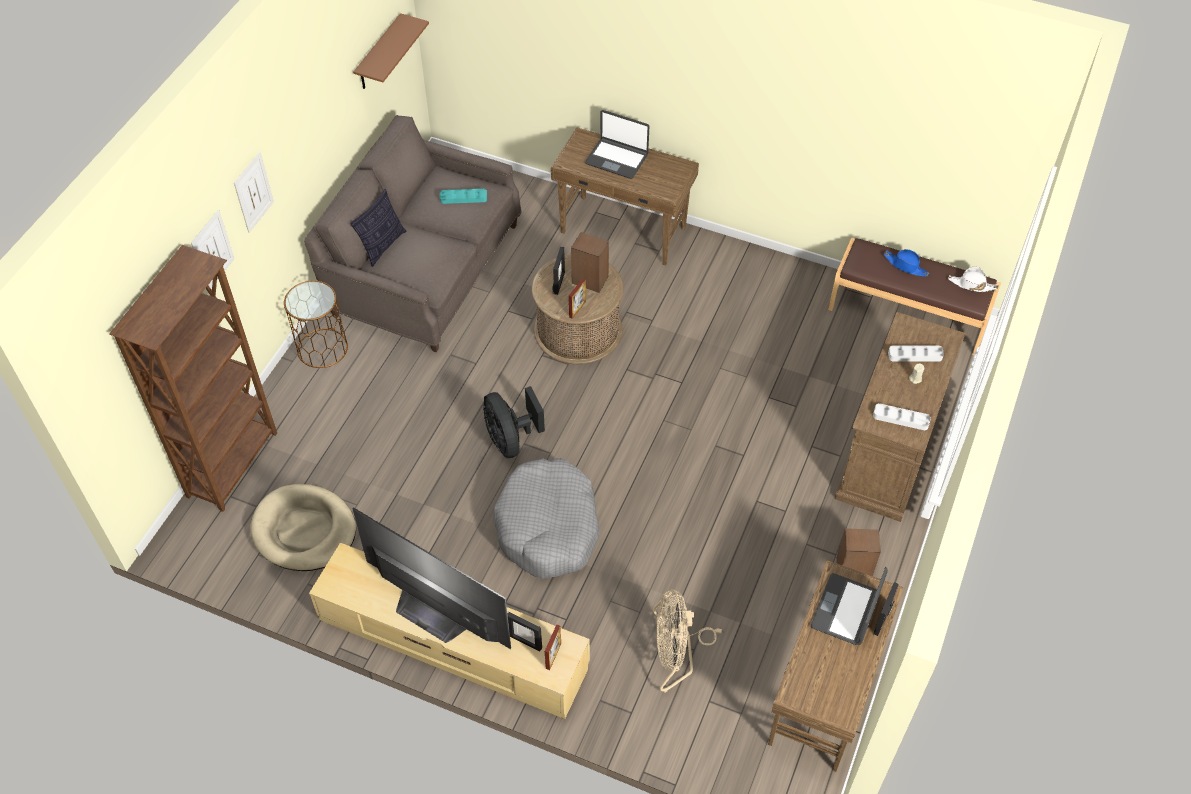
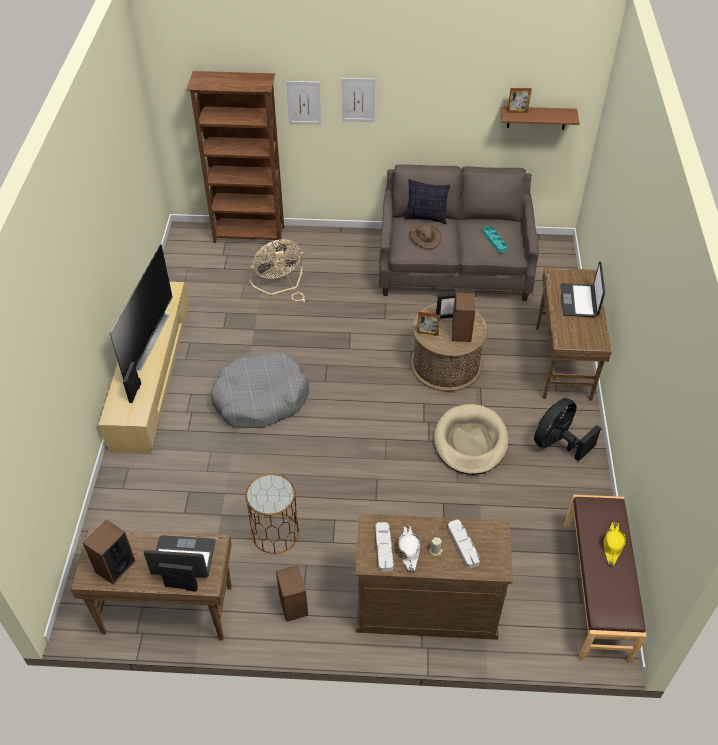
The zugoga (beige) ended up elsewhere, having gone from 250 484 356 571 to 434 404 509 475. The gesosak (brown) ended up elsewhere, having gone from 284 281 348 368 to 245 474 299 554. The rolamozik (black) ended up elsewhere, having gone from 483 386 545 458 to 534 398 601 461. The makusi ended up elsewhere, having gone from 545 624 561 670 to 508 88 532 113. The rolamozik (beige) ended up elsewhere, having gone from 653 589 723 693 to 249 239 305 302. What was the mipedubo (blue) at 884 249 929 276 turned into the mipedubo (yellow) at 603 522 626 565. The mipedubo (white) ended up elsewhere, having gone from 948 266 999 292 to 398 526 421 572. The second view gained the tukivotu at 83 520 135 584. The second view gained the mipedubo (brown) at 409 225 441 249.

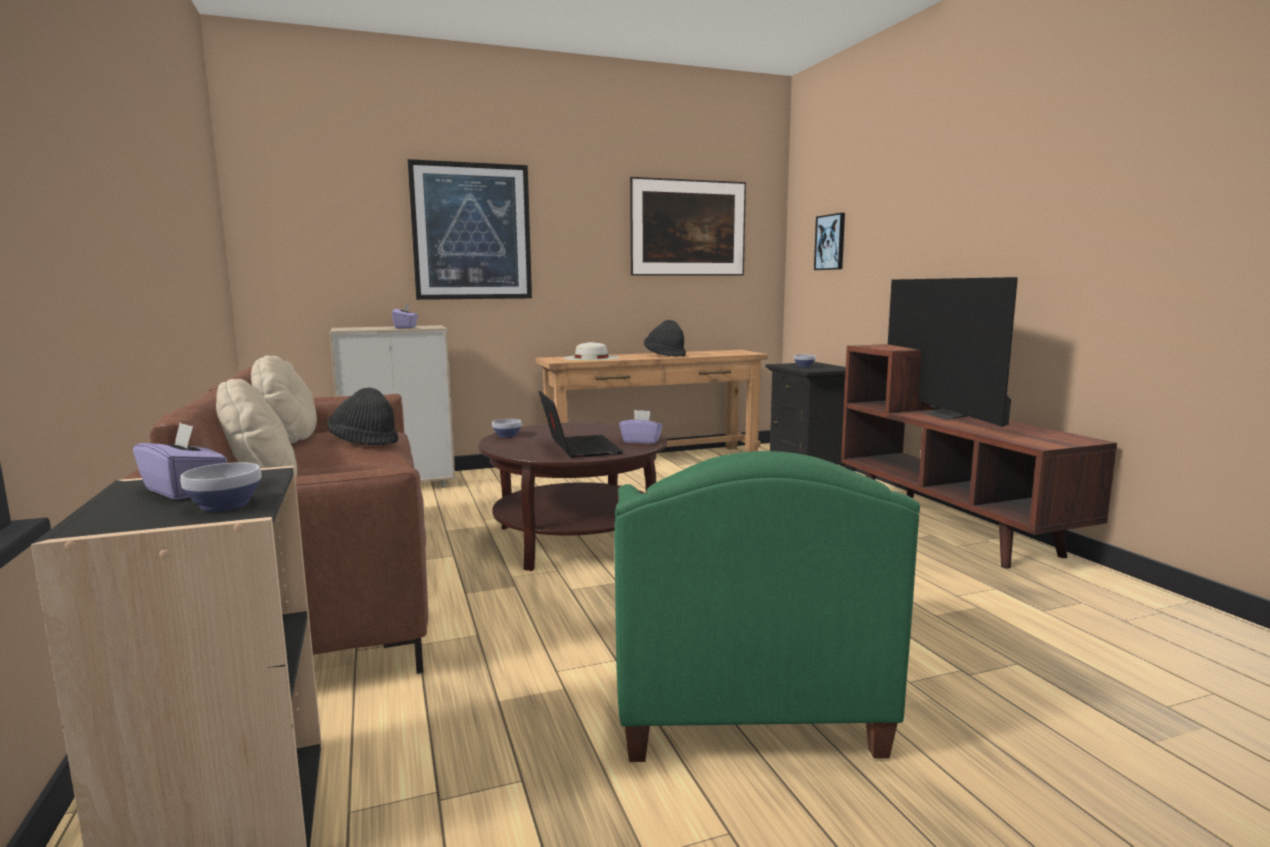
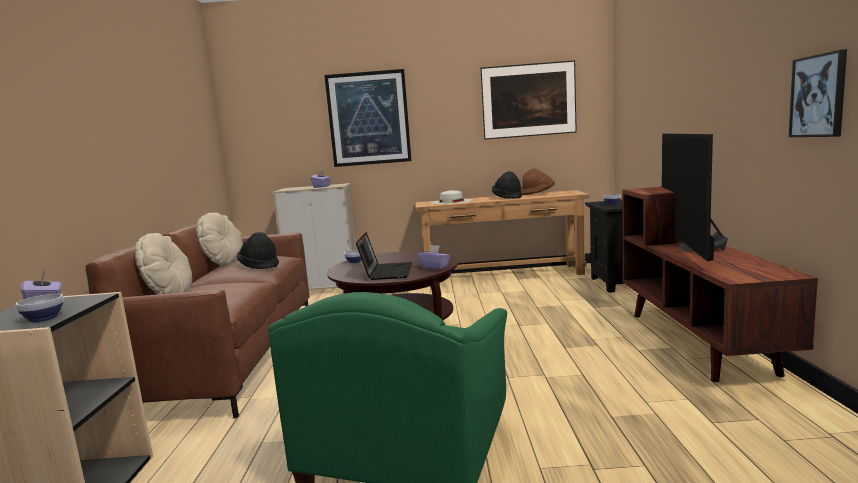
The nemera ended up elsewhere, having gone from 814 213 845 270 to 789 49 847 137. The second view gained the mipedubo (brown) at 522 168 555 195.

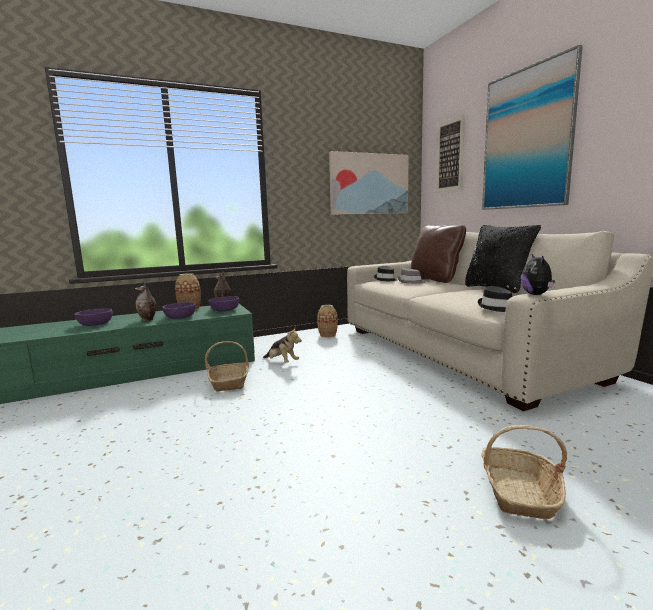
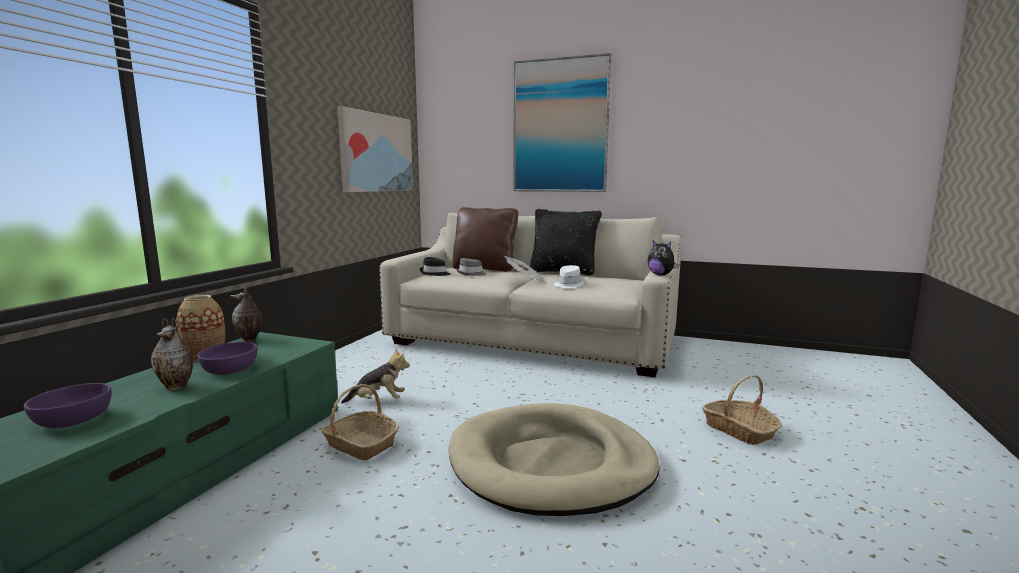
The second view lost the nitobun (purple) at 209 296 239 312. The second view lost the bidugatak at 317 305 338 338. The second view lost the nemera at 435 114 465 193. The second view lost the mipedubo (black) at 478 286 512 312. The second view gained the zugoga (beige) at 449 403 660 516. The second view gained the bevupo at 504 256 546 283. The second view gained the mipedubo (white) at 554 265 585 288.

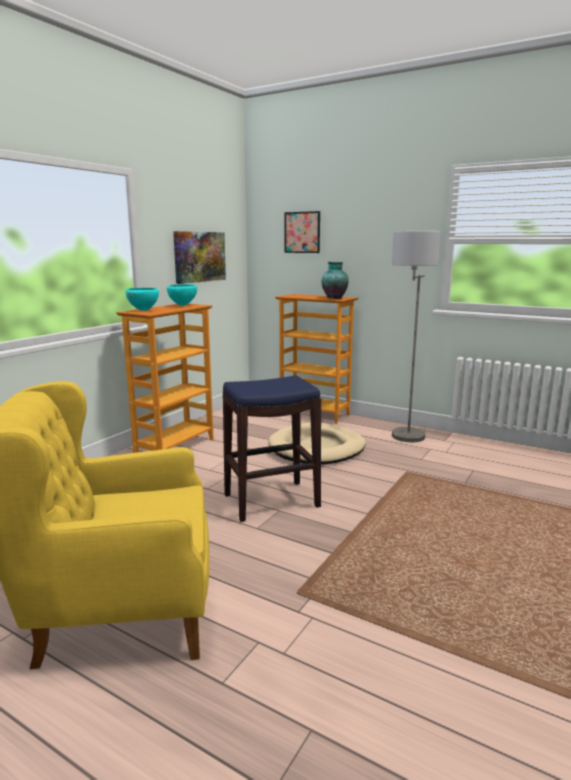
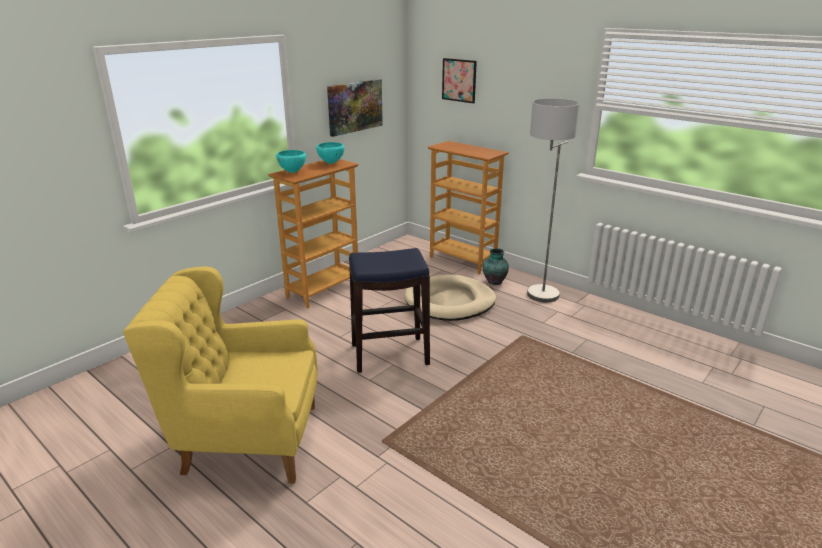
The bidugatak ended up elsewhere, having gone from 322 262 349 299 to 483 248 509 285.

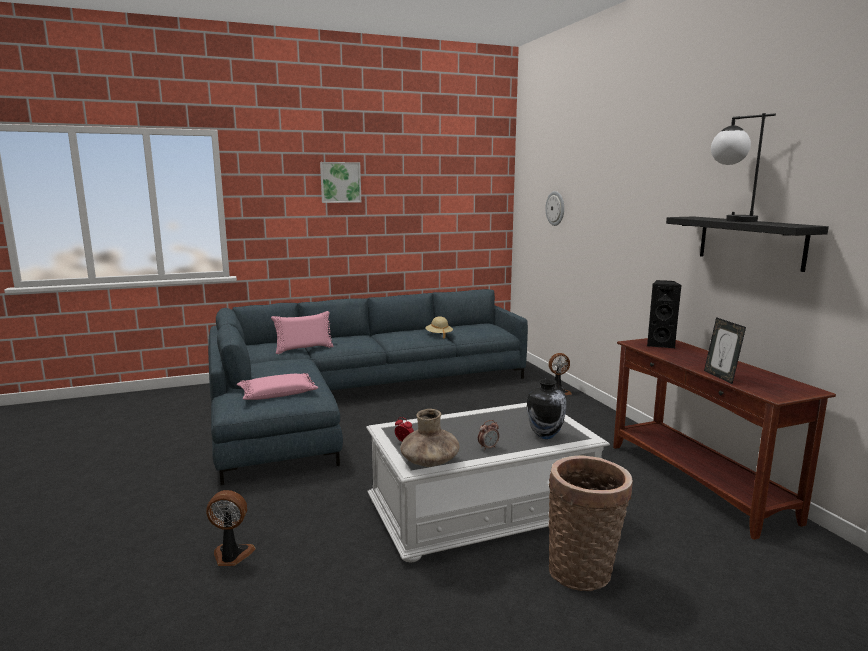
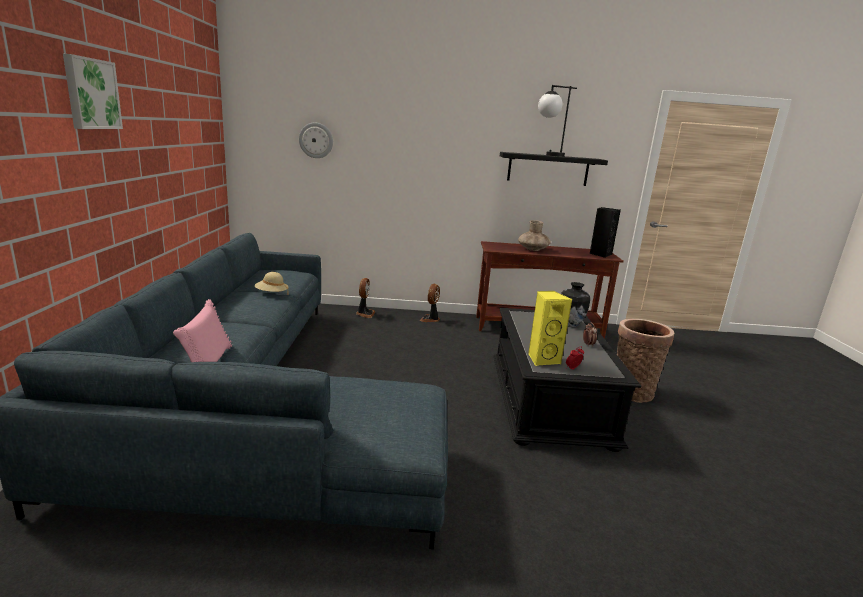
The rolamozik ended up elsewhere, having gone from 206 490 256 566 to 419 284 440 322. The second view lost the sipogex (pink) at 237 373 318 400. What was the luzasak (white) at 366 403 610 563 turned into the luzasak (black) at 493 308 642 452. The bidugatak (brown) ended up elsewhere, having gone from 400 409 459 467 to 518 220 551 251. The tukivotu (black) ended up elsewhere, having gone from 647 280 682 349 to 590 207 621 258. The second view lost the makusi at 704 317 746 384. The second view gained the tukivotu (yellow) at 528 291 572 366.

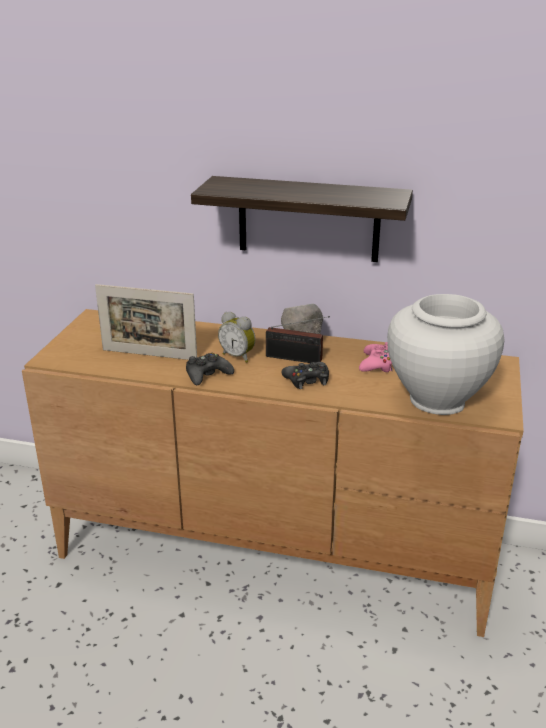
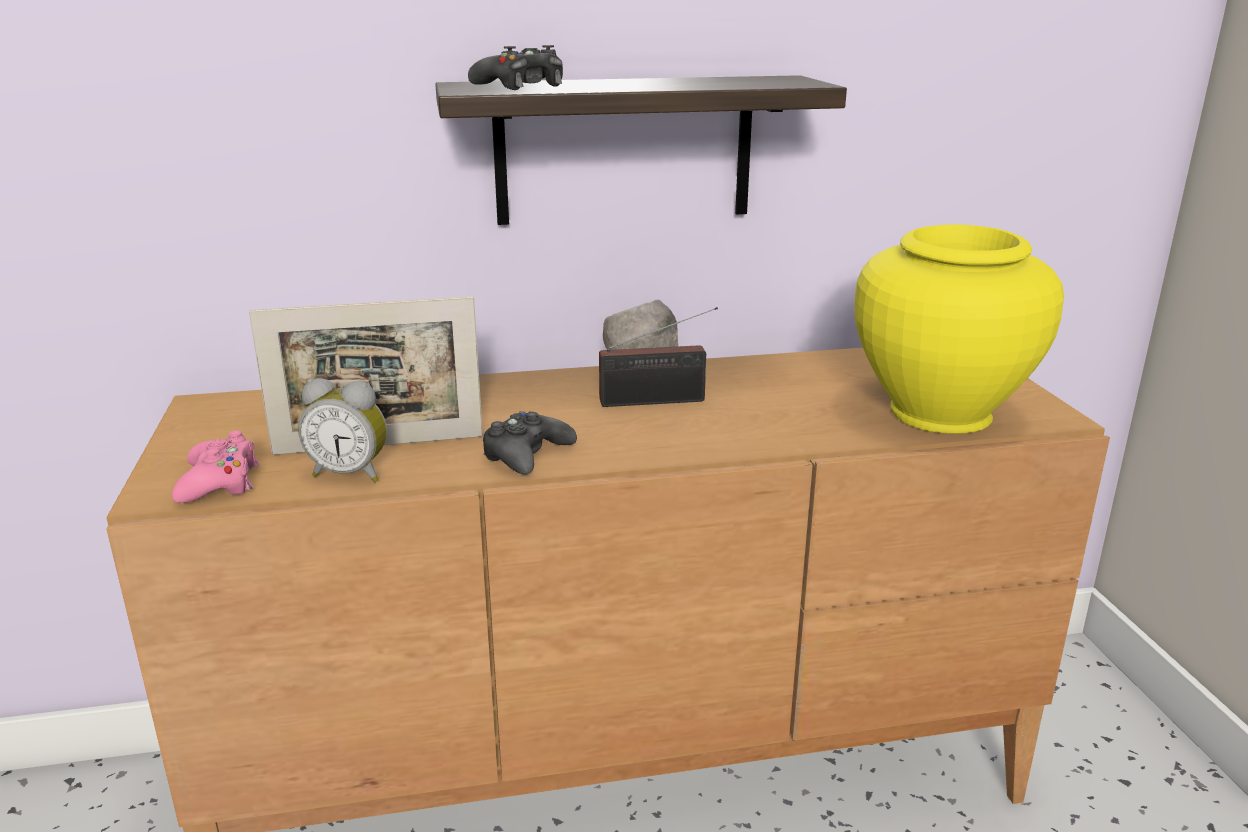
The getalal ended up elsewhere, having gone from 218 312 255 363 to 298 378 387 482. The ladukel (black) ended up elsewhere, having gone from 281 362 329 389 to 468 45 563 90. The ladukel (pink) ended up elsewhere, having gone from 359 342 393 372 to 172 431 259 503. What was the bidugatak (white) at 387 294 504 415 turned into the bidugatak (yellow) at 854 225 1064 434.

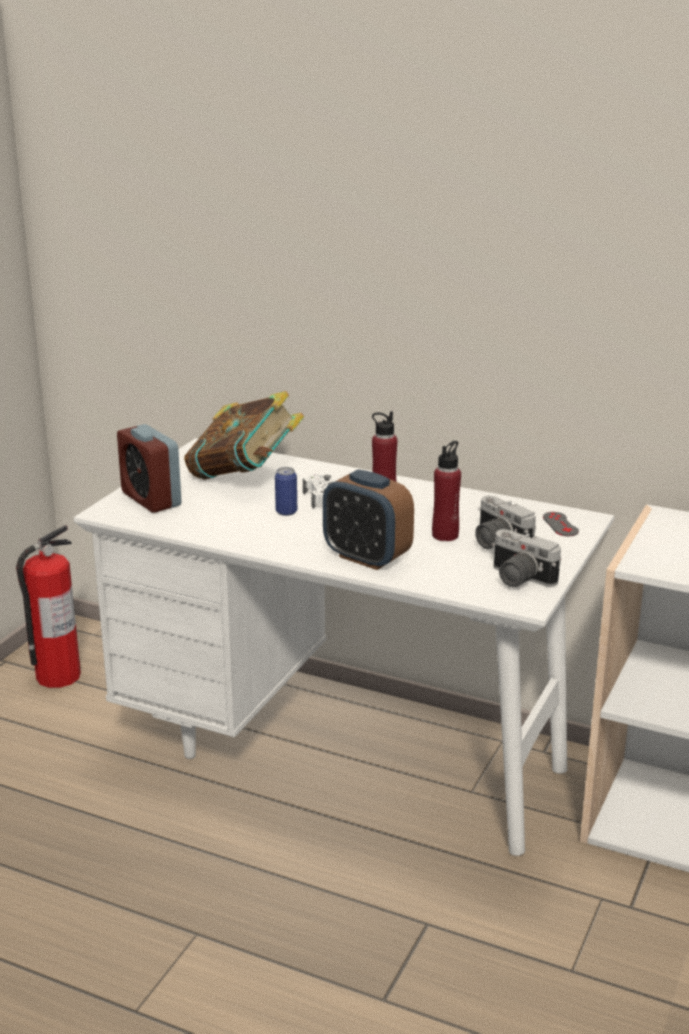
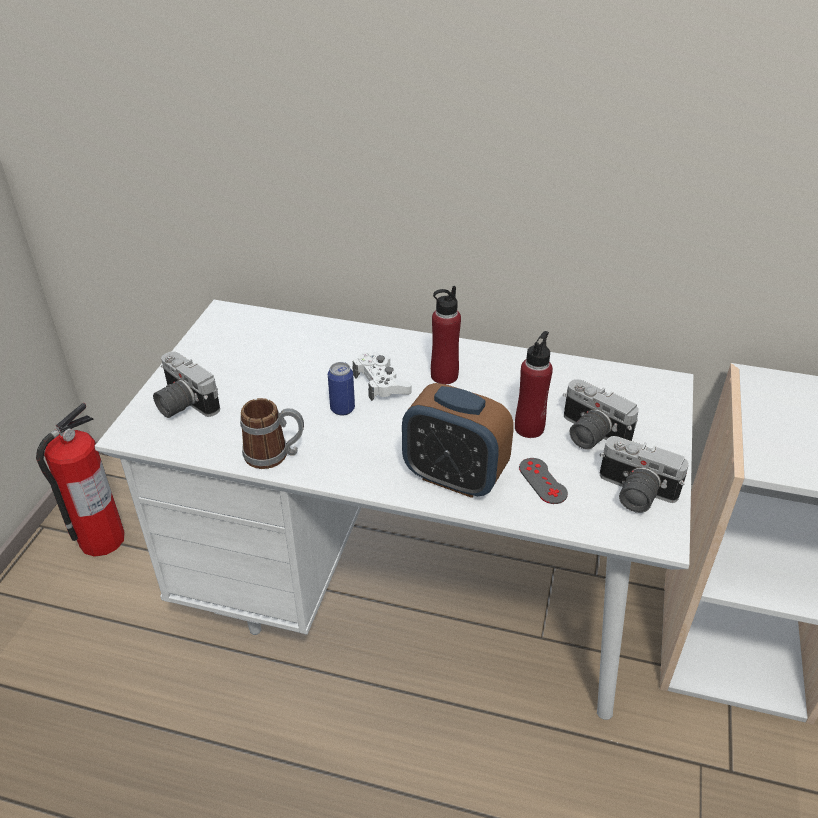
Where the getalal stood at 117 424 182 513, the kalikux came to stand at 153 351 220 418. The second view lost the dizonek at 184 391 304 480. The ladukel (grey) ended up elsewhere, having gone from 543 512 579 536 to 519 458 568 504. The second view gained the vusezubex at 240 398 304 469.

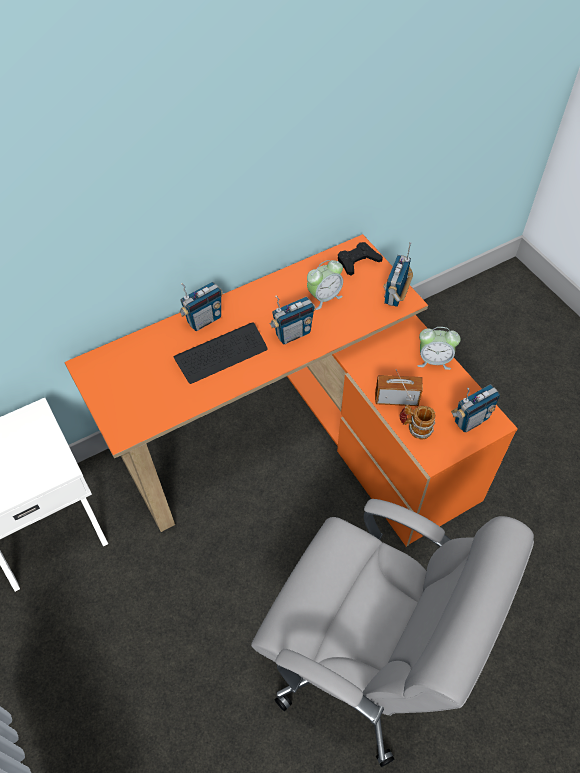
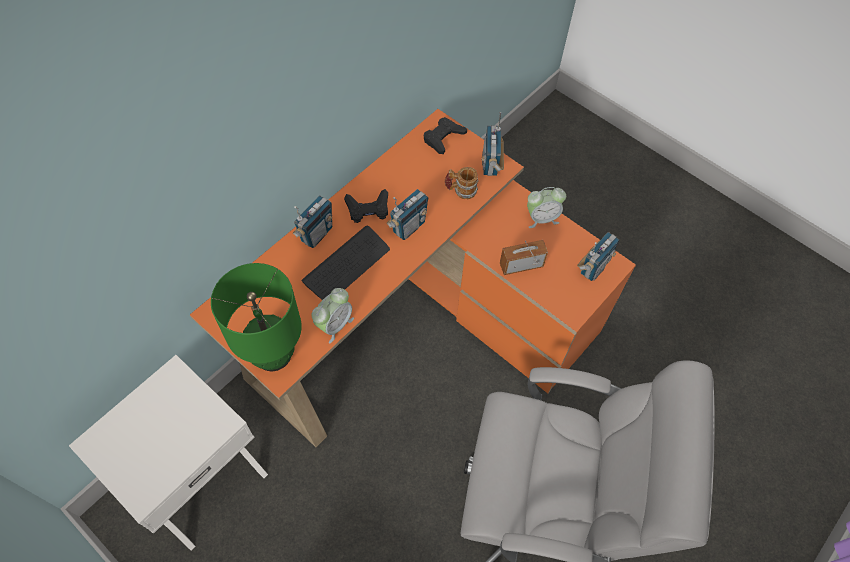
The getalal ended up elsewhere, having gone from 307 260 343 310 to 311 288 354 343. The vusezubex ended up elsewhere, having gone from 399 405 435 439 to 445 167 479 199. The second view gained the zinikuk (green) at 211 263 302 371. The second view gained the ladukel (black) at 344 189 388 223.

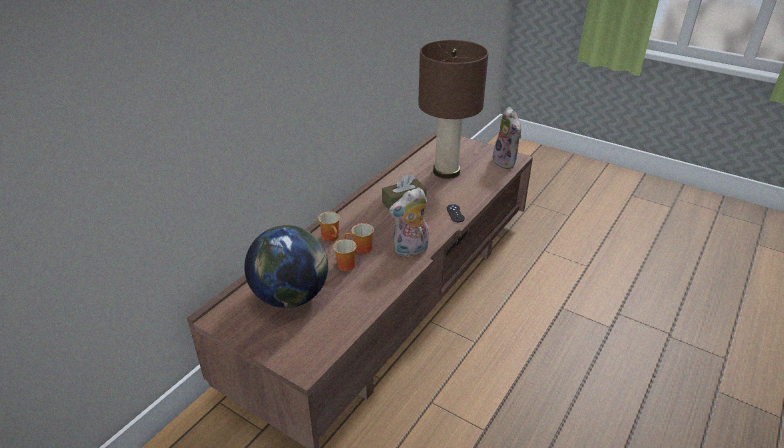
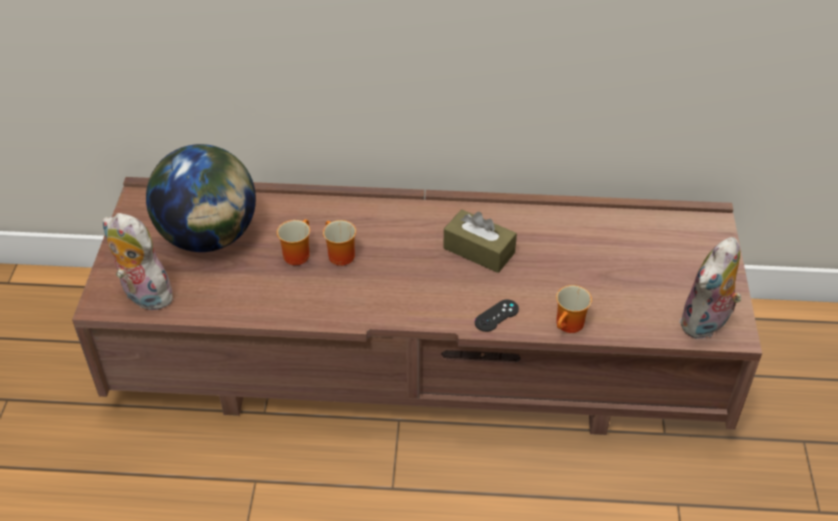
The vusezubex ended up elsewhere, having gone from 318 211 340 241 to 556 285 592 333. The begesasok ended up elsewhere, having gone from 389 187 429 257 to 102 213 173 310. The second view lost the zinikuk (brown) at 418 40 488 179.

